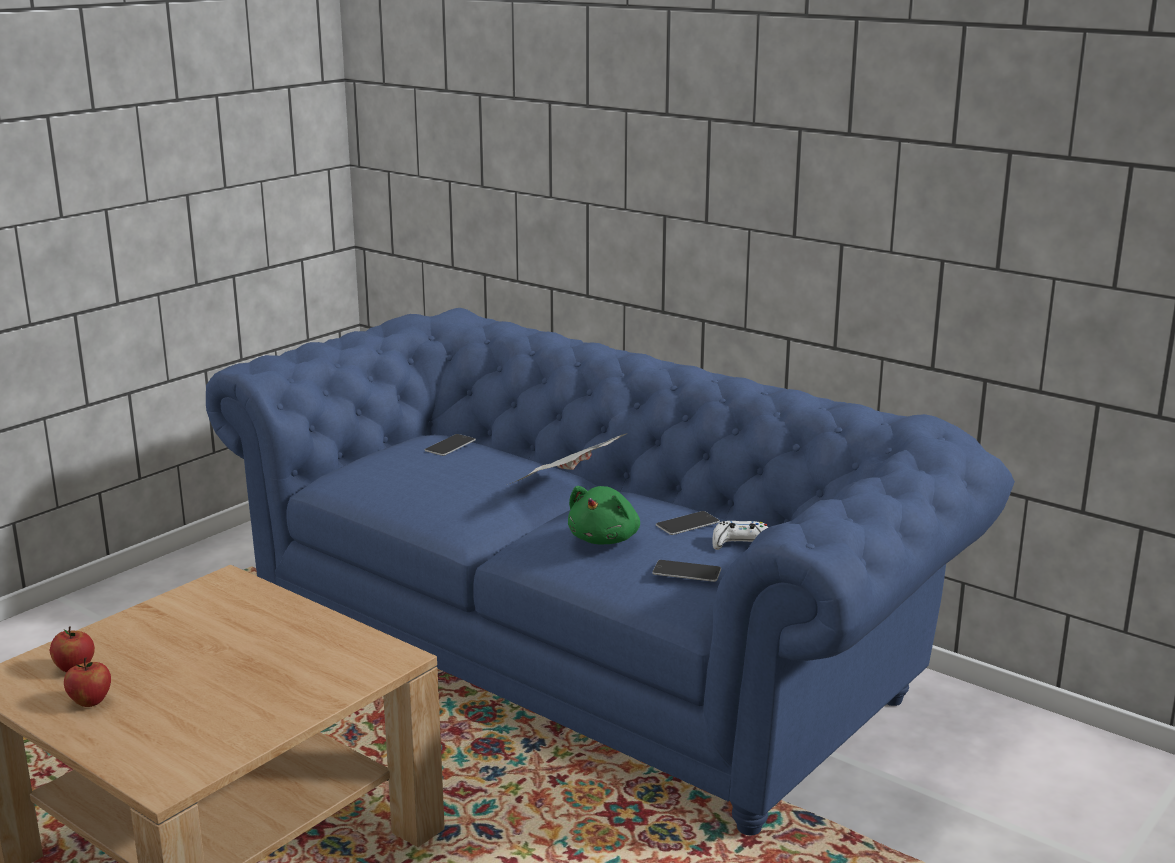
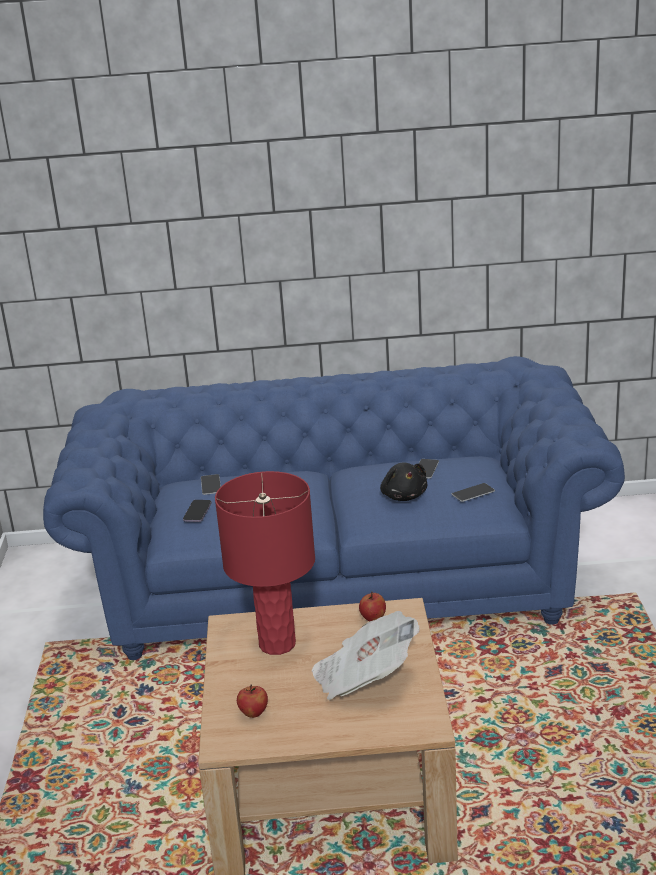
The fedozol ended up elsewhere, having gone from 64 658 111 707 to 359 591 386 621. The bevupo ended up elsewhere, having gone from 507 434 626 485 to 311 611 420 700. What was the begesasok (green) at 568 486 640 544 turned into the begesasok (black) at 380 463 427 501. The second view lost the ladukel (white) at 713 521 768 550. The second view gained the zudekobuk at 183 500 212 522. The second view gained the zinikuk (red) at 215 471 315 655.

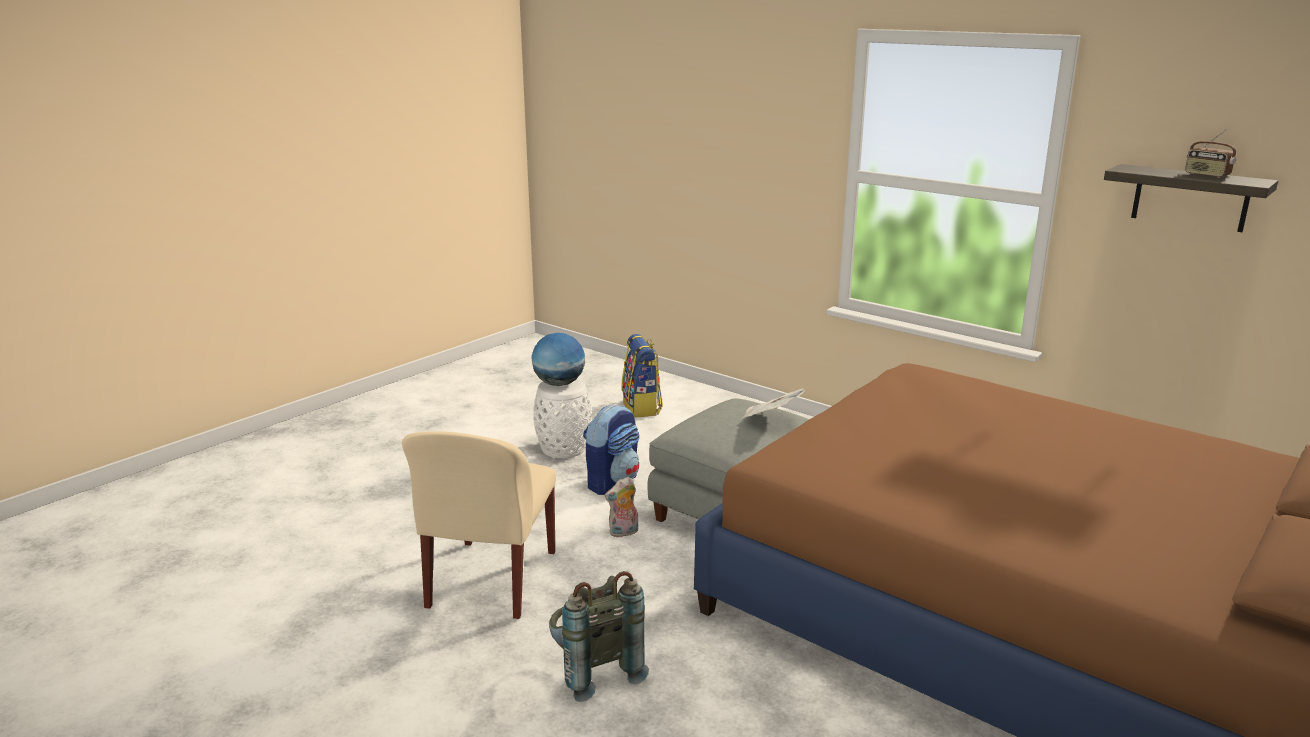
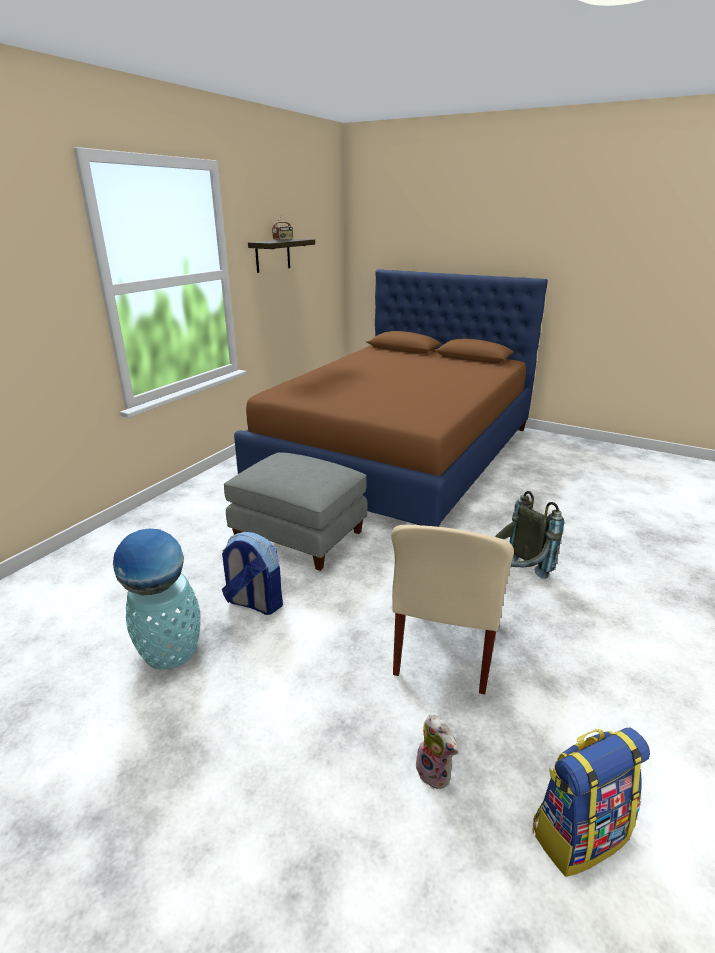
The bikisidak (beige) at 402 431 556 619 ended up facing another way, 105 degrees clockwise from before. What was the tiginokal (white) at 533 379 592 458 turned into the tiginokal (turquoise) at 126 574 201 669. The begesasok ended up elsewhere, having gone from 605 477 638 537 to 416 715 459 789. The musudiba ended up elsewhere, having gone from 621 334 663 418 to 533 728 650 877. The second view lost the bevupo at 741 388 805 419.

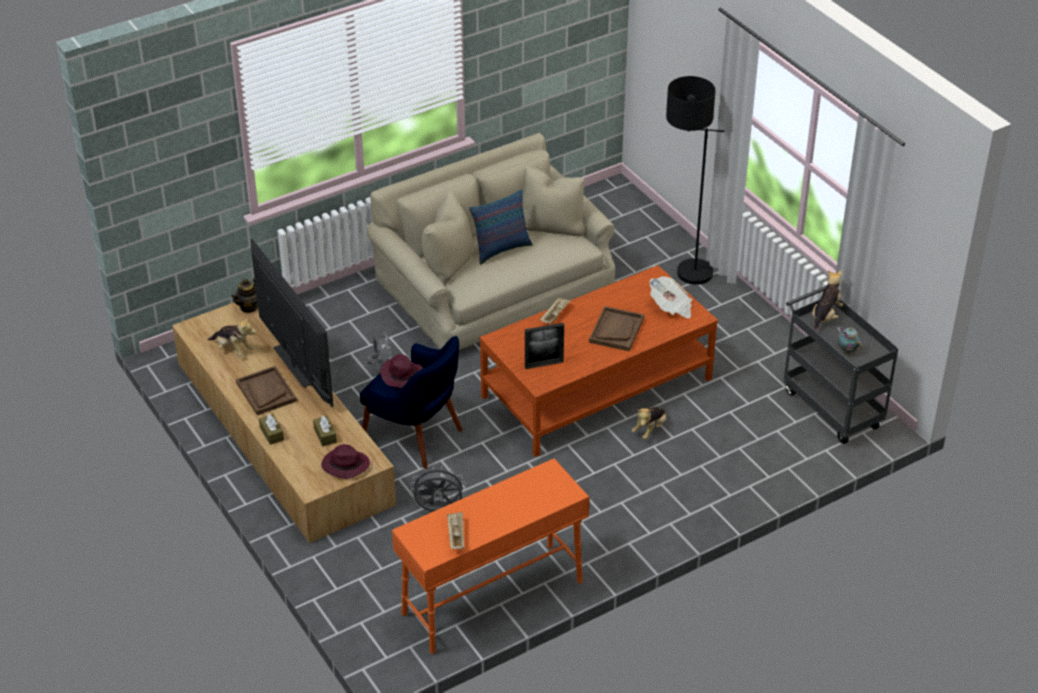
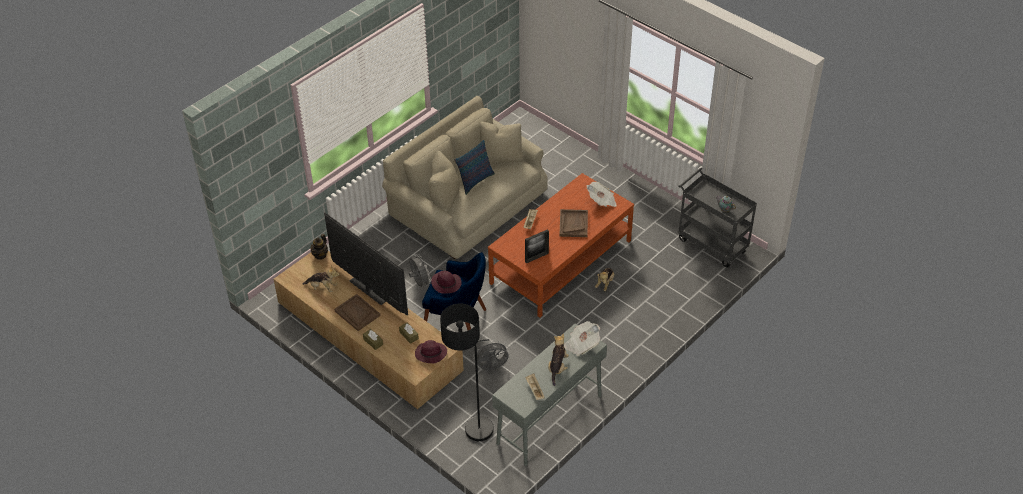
What was the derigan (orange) at 392 458 590 654 turned into the derigan (grey) at 492 324 607 466. The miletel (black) ended up elsewhere, having gone from 666 76 724 285 to 440 304 494 441. The begesasok ended up elsewhere, having gone from 812 270 843 333 to 548 334 569 386. The second view gained the bevupo at 564 321 600 356.

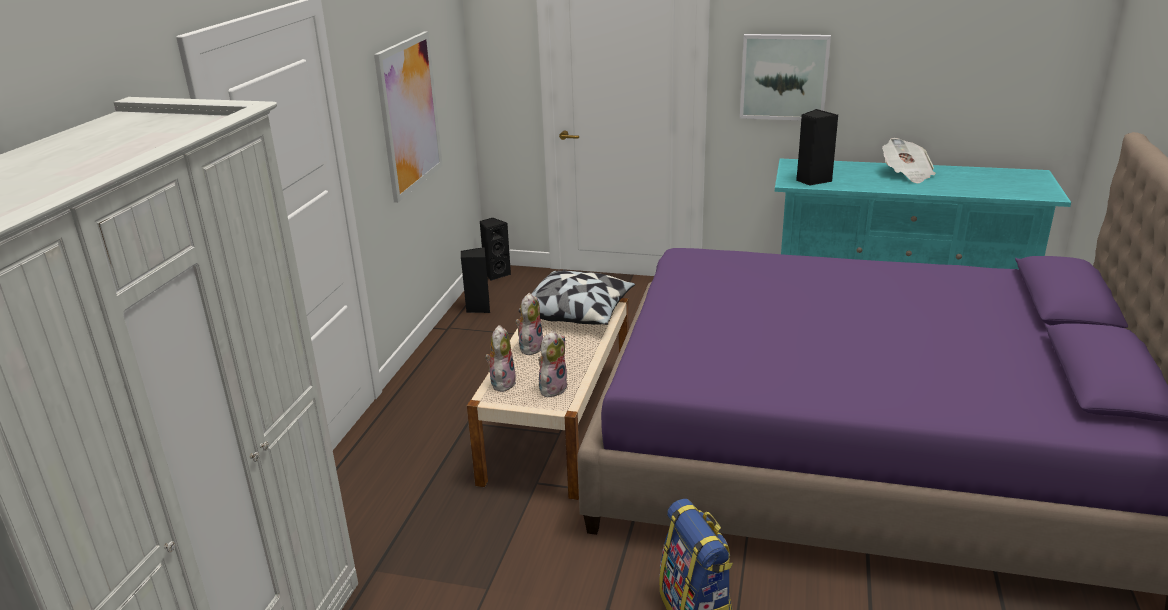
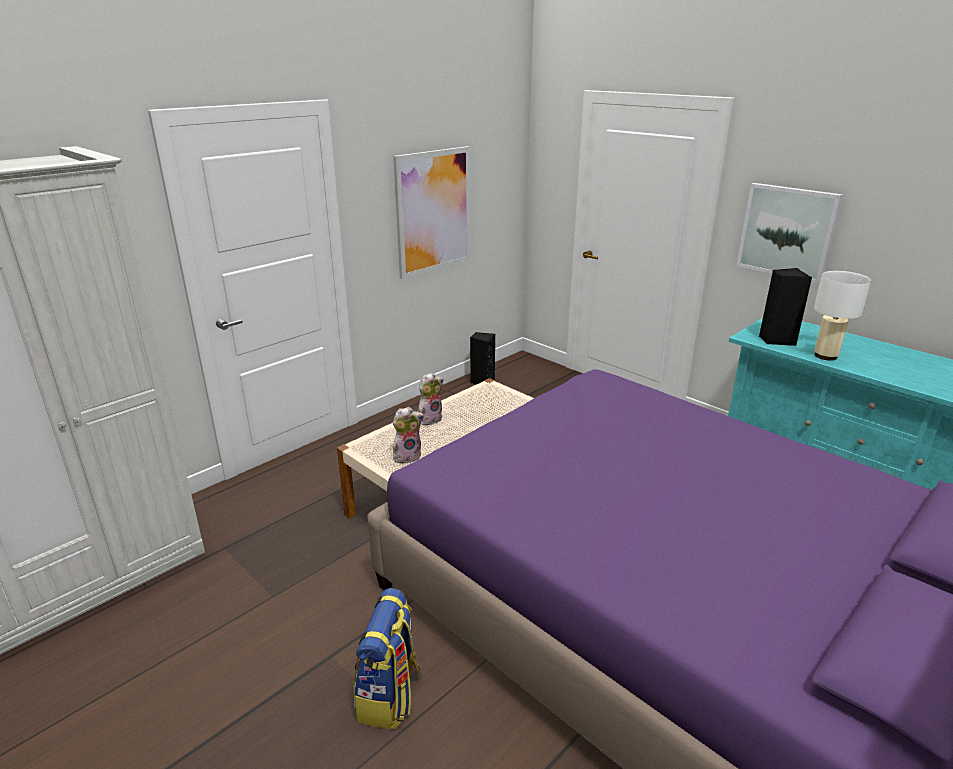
The second view lost the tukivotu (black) at 479 218 511 281. The second view lost the begesasok at 485 325 516 392. The second view lost the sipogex at 519 271 635 325. The second view lost the bevupo at 882 138 936 183. The second view gained the zinikuk (white) at 814 271 871 361.

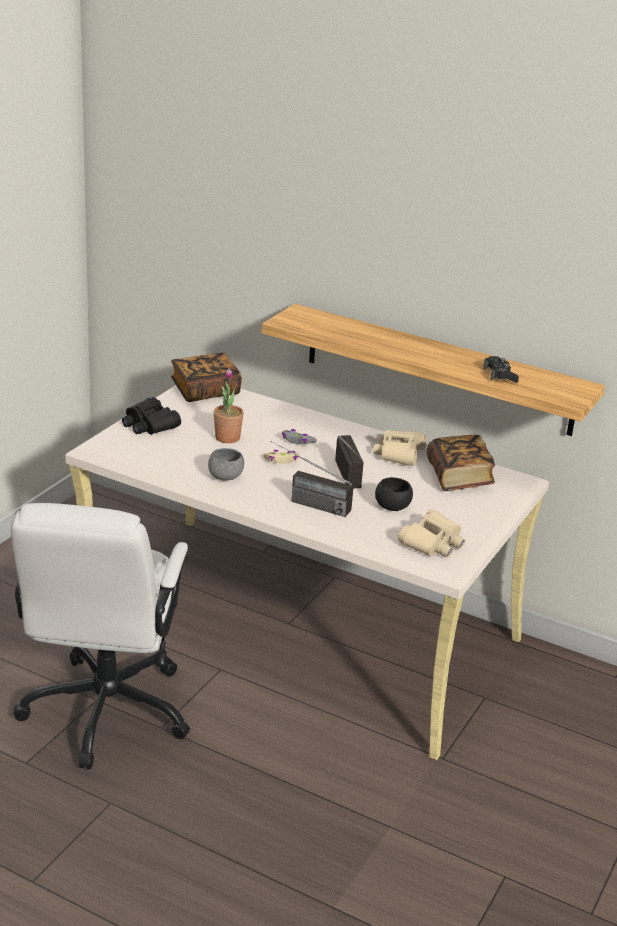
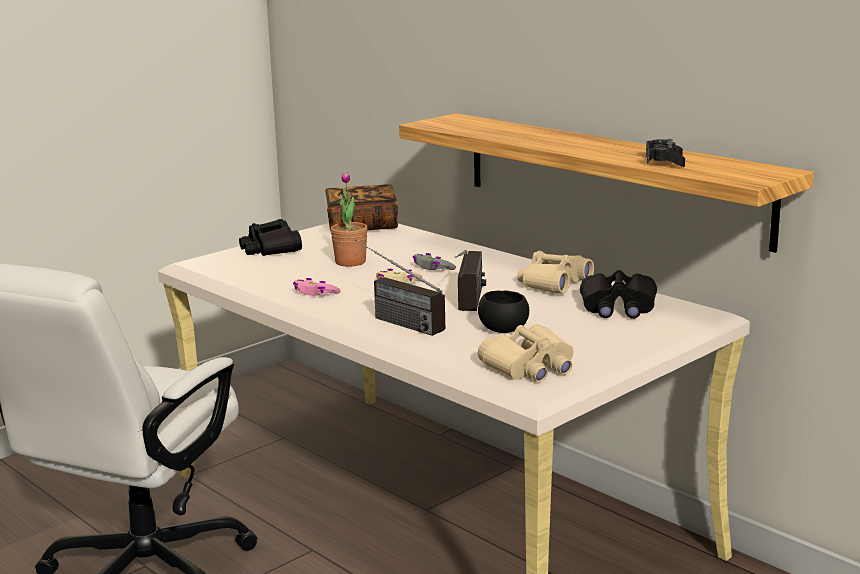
Where the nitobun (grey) stood at 208 448 244 481, the ladukel (pink) came to stand at 293 278 341 296. Where the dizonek stood at 427 435 495 491, the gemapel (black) came to stand at 580 270 657 319.

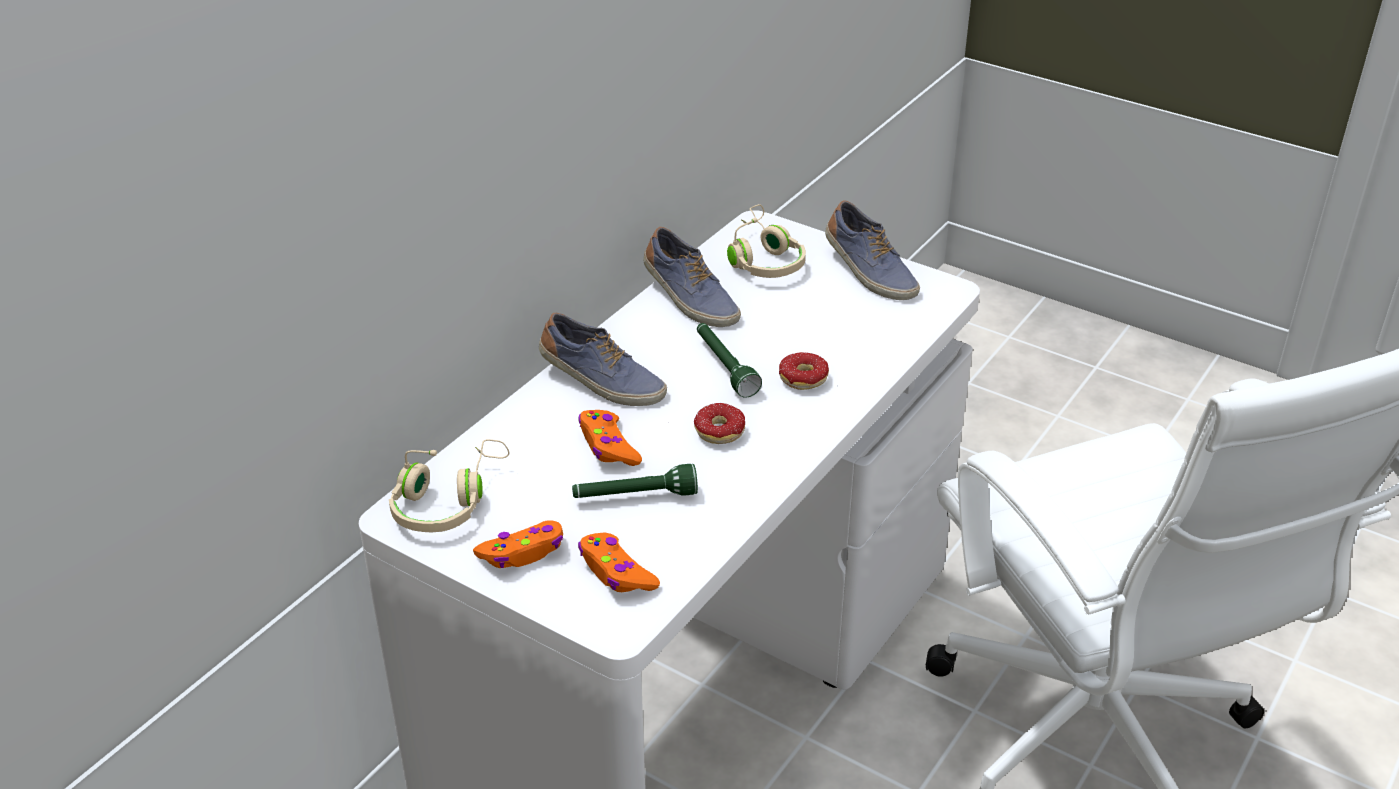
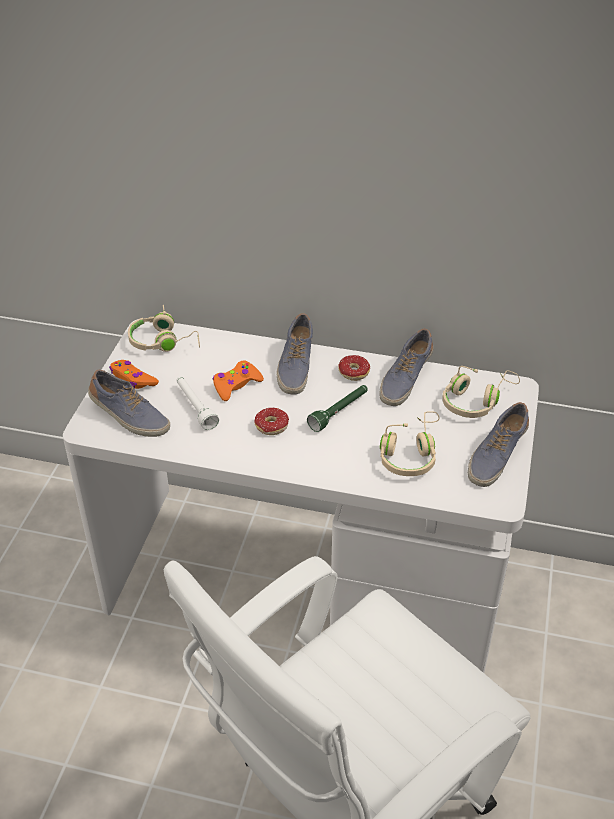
What was the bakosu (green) at 572 464 698 498 turned into the bakosu (white) at 177 377 219 430. Where the ladukel (orange) stood at 578 532 660 592, the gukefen came to stand at 88 370 170 437. The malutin ended up elsewhere, having gone from 779 352 829 390 to 338 355 370 381. The second view gained the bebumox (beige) at 380 412 440 476.

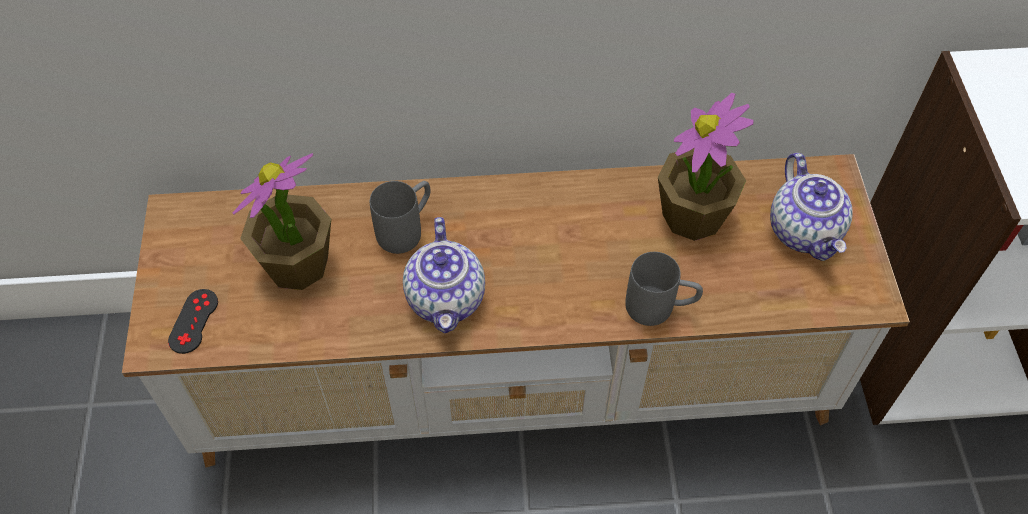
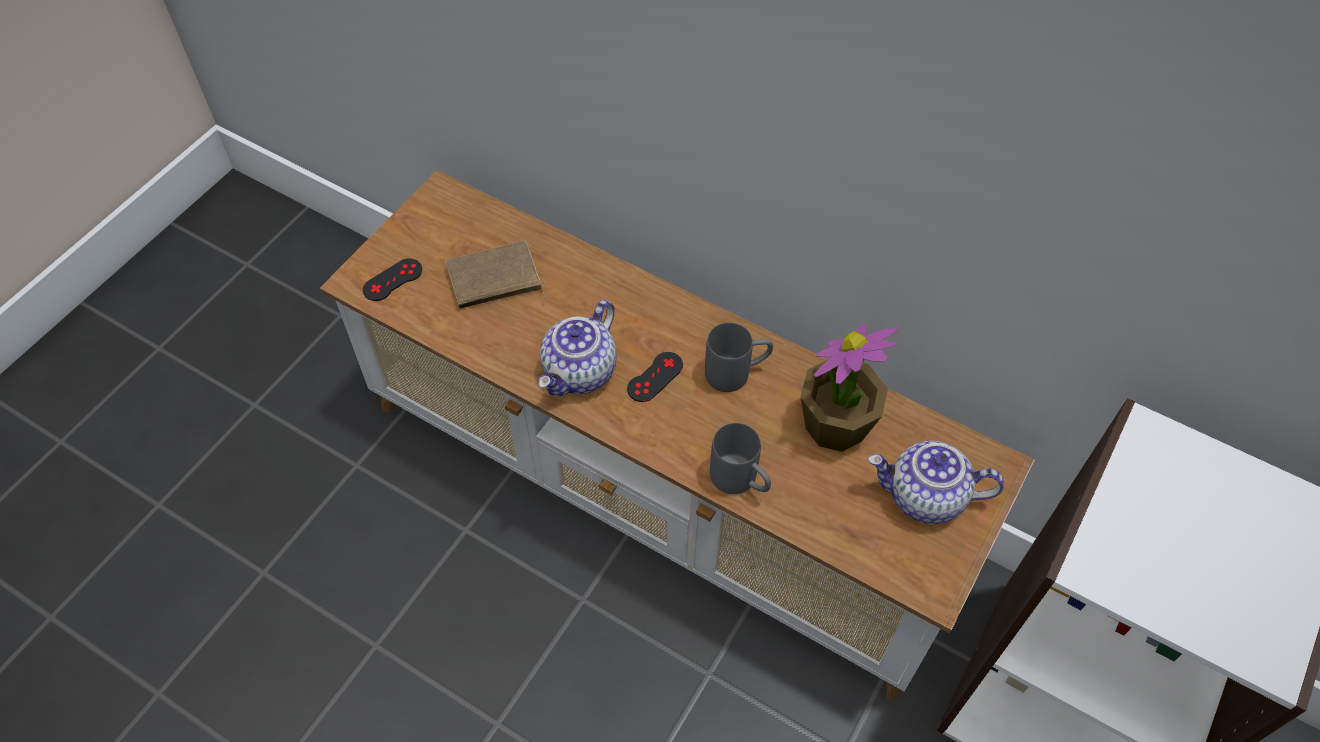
Where the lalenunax stood at 233 153 331 290, the dizonek (brown) came to stand at 445 240 546 309. The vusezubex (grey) ended up elsewhere, having gone from 370 181 430 254 to 705 322 773 392. The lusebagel at 770 153 853 261 ended up facing another way, 75 degrees clockwise from before. The second view gained the ladukel (black) at 627 352 683 402.

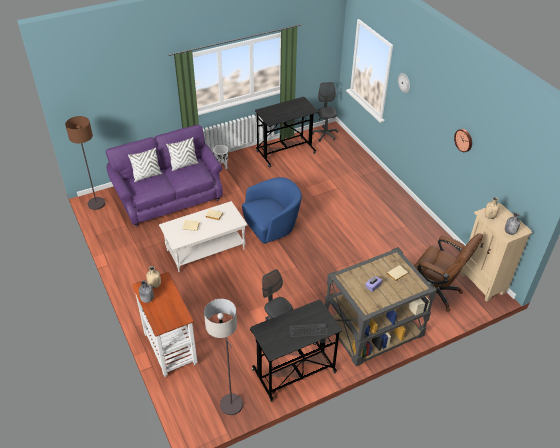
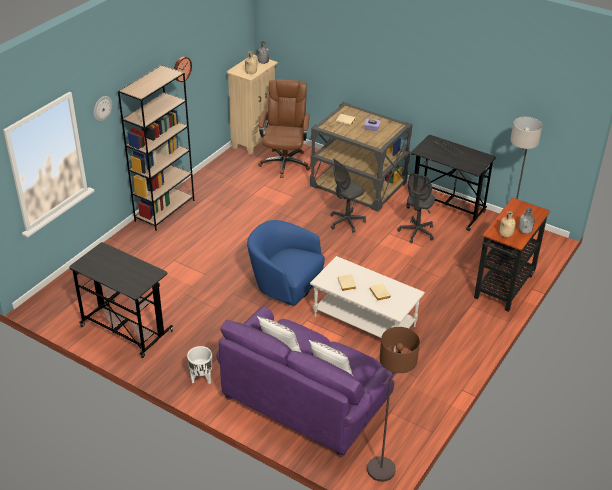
What was the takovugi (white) at 132 272 198 377 turned into the takovugi (black) at 474 198 550 312. The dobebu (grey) ended up elsewhere, having gone from 312 82 338 142 to 330 159 366 233. The second view gained the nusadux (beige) at 118 65 194 231.

